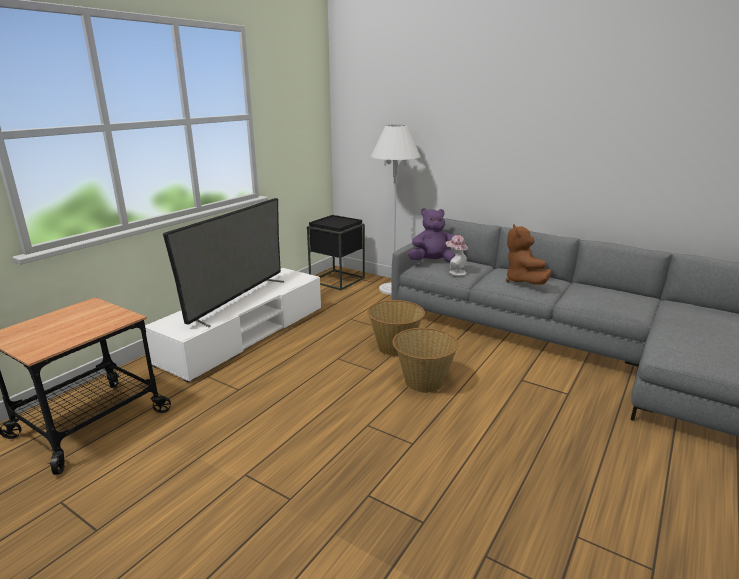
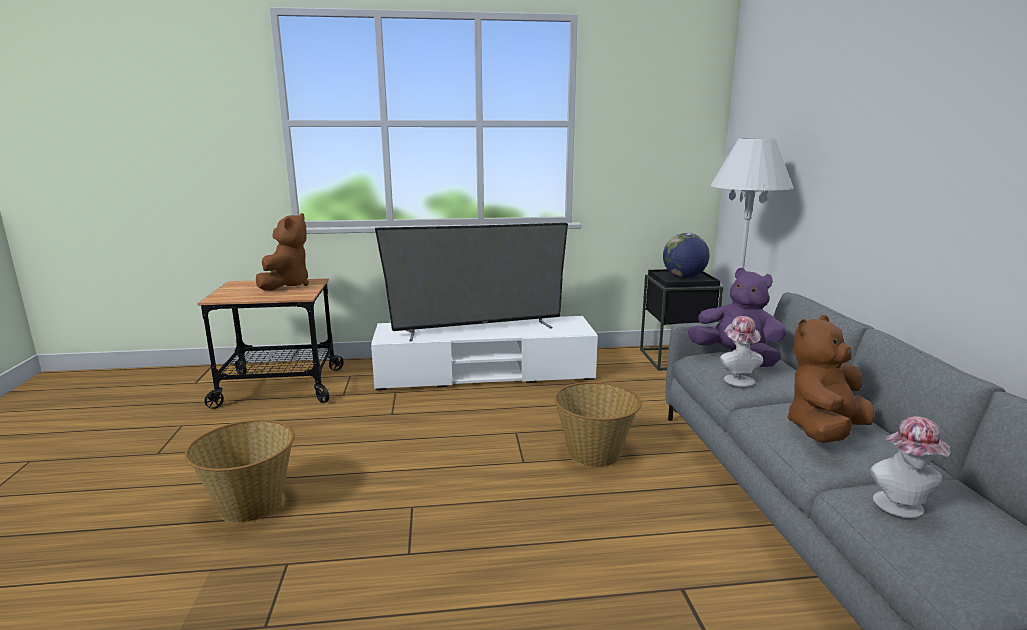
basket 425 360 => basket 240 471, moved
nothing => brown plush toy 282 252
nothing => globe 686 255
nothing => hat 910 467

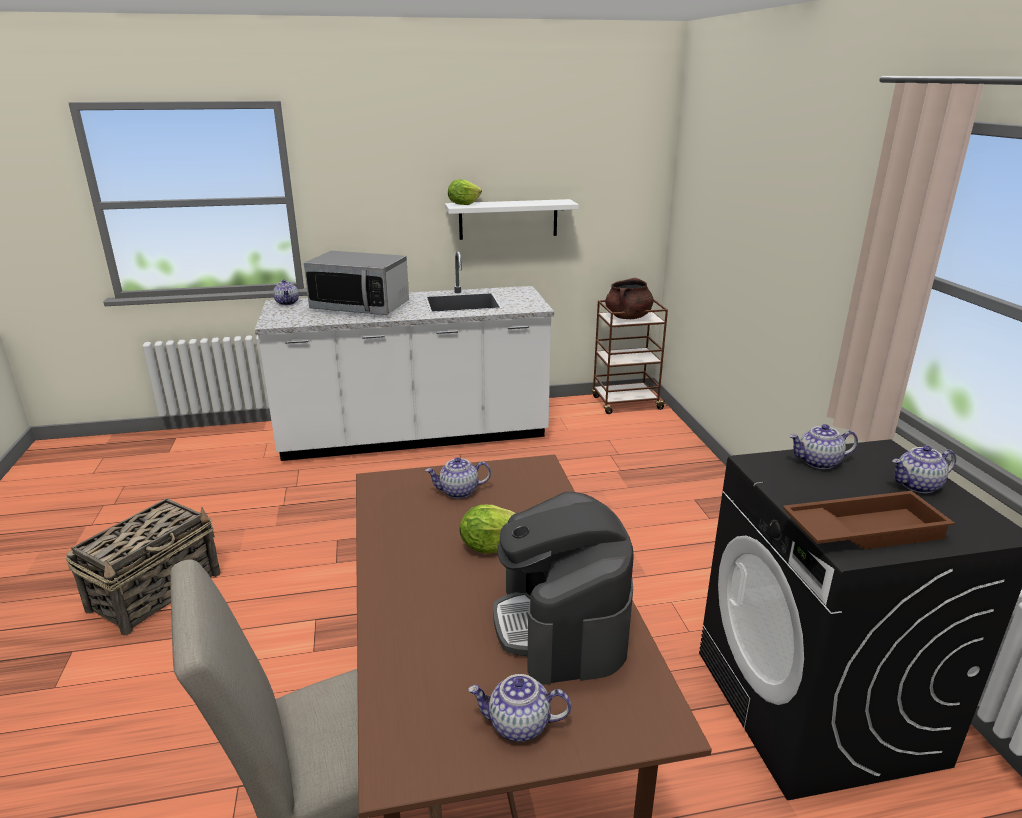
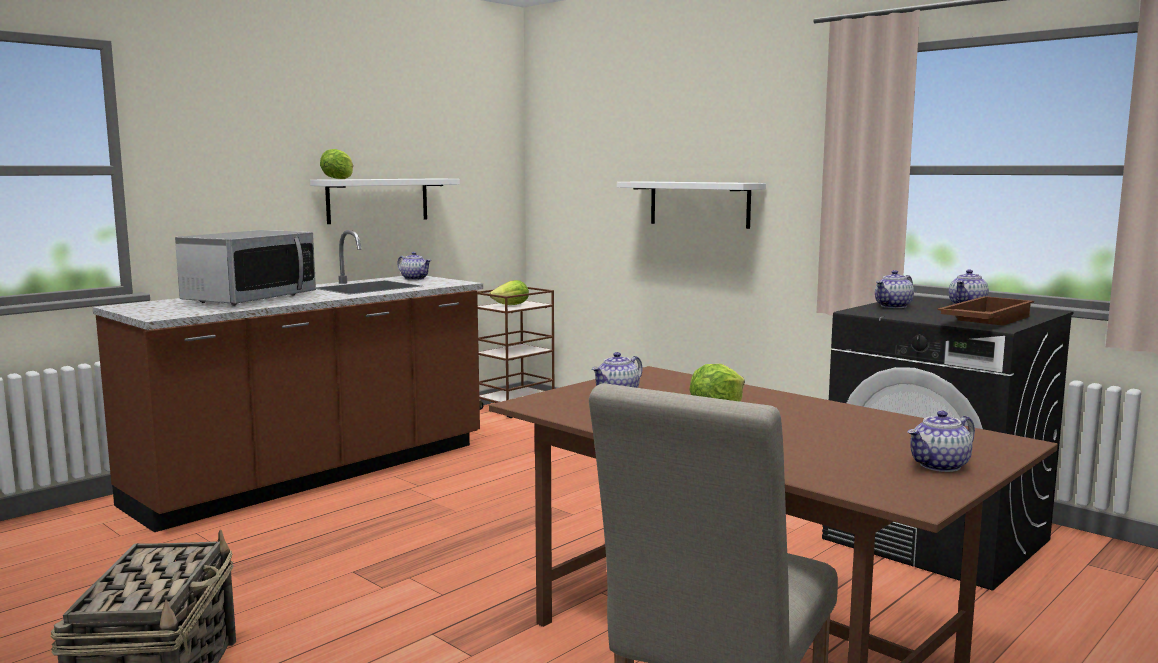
microwave 356 283 => microwave 245 268, 45 degrees counterclockwise
white counter 404 356 => brown counter 287 381
brown cooking pot 629 298 => lettuce 509 292
teapot 286 292 => teapot 414 266, moved
coffee machine 563 588 => nothing
nothing => white shelf 691 205

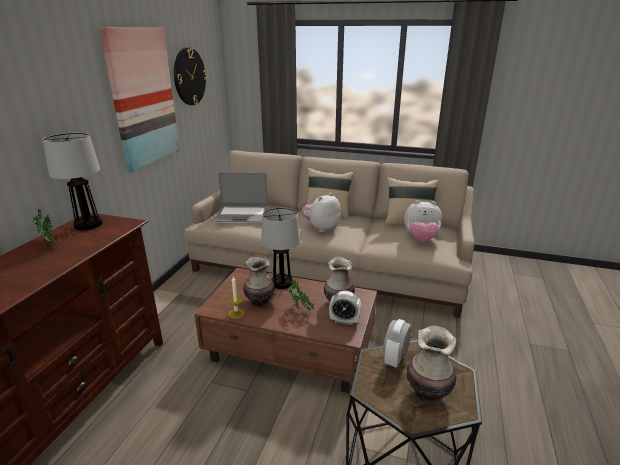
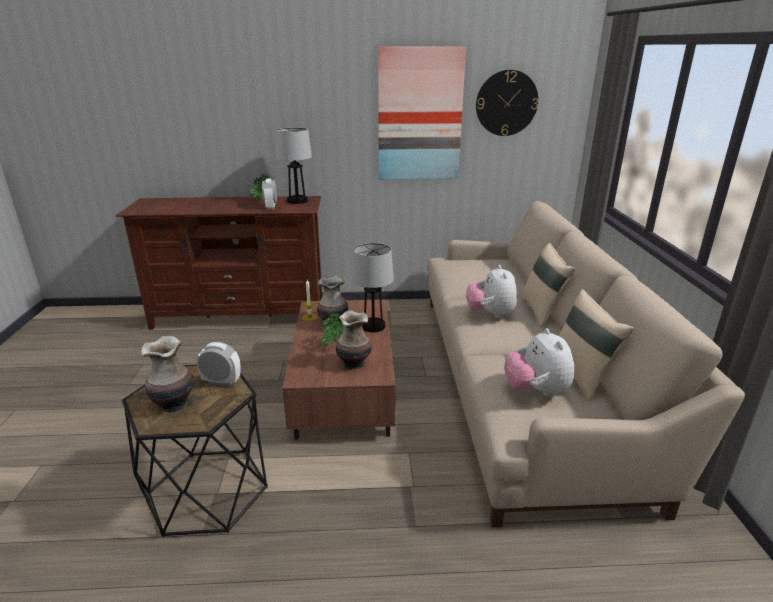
laptop 241 197 => nothing
plush toy 321 212 => plush toy 491 292, 120 degrees counterclockwise
alarm clock 345 308 => alarm clock 269 194, moved

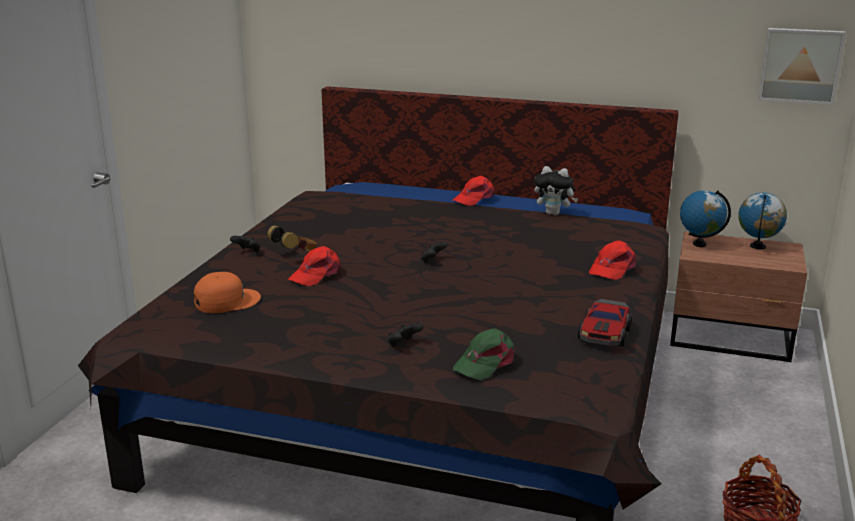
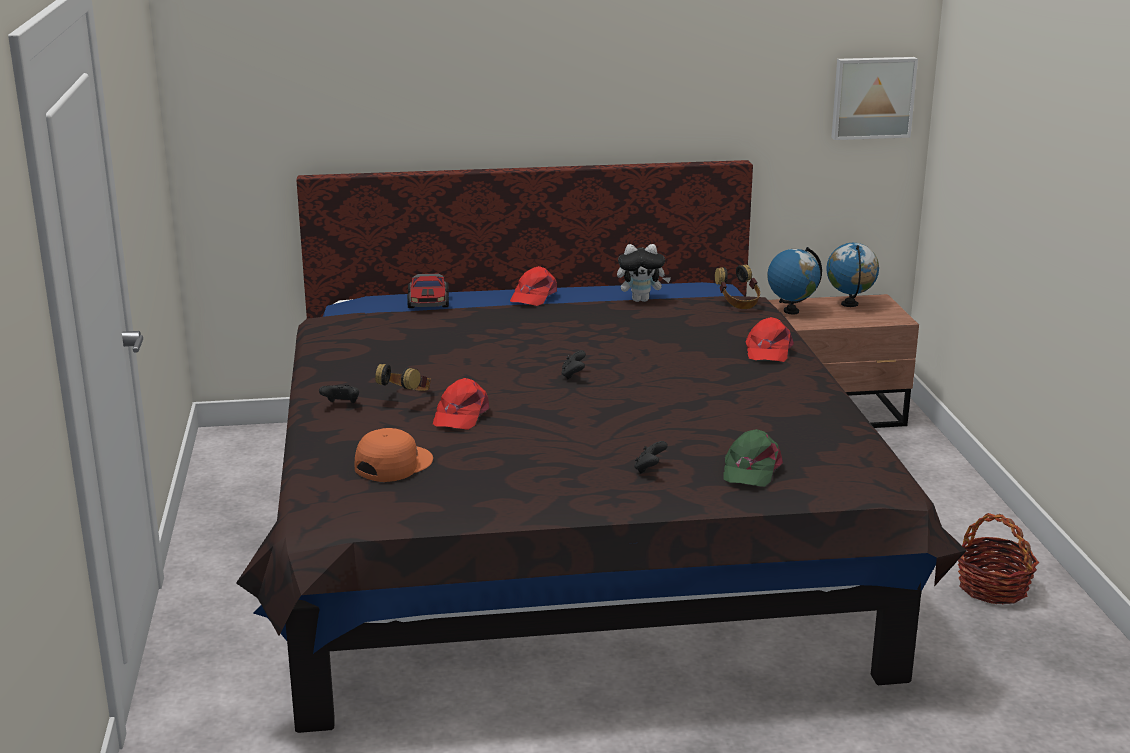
toy car 605 322 => toy car 428 291, moved
nothing => headphones 737 287

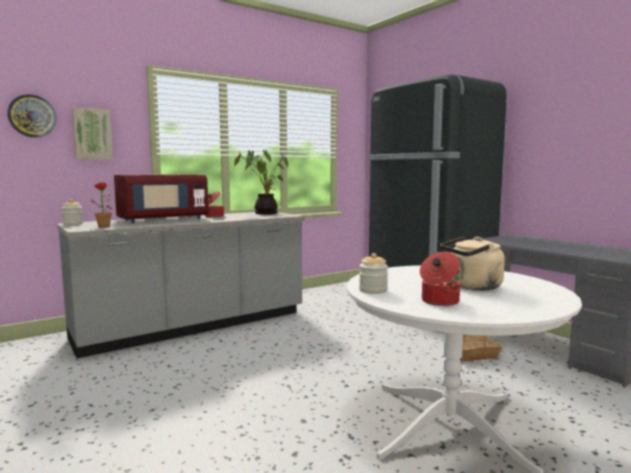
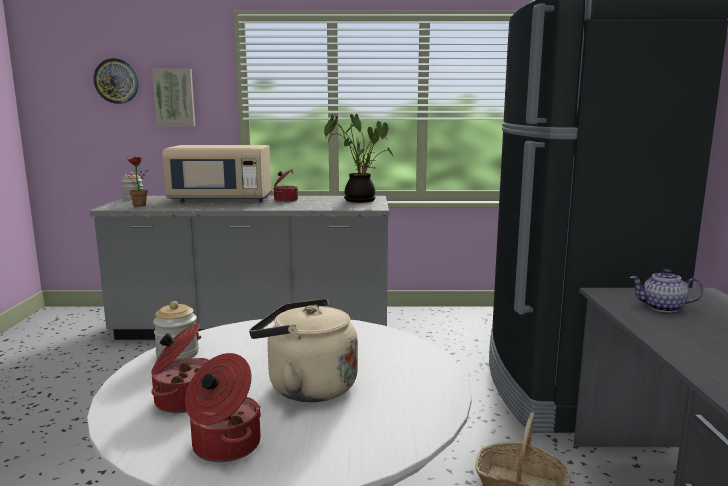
red microwave 161 198 => beige microwave 217 173
nothing => teapot 666 291
nothing => cooking pot 223 407

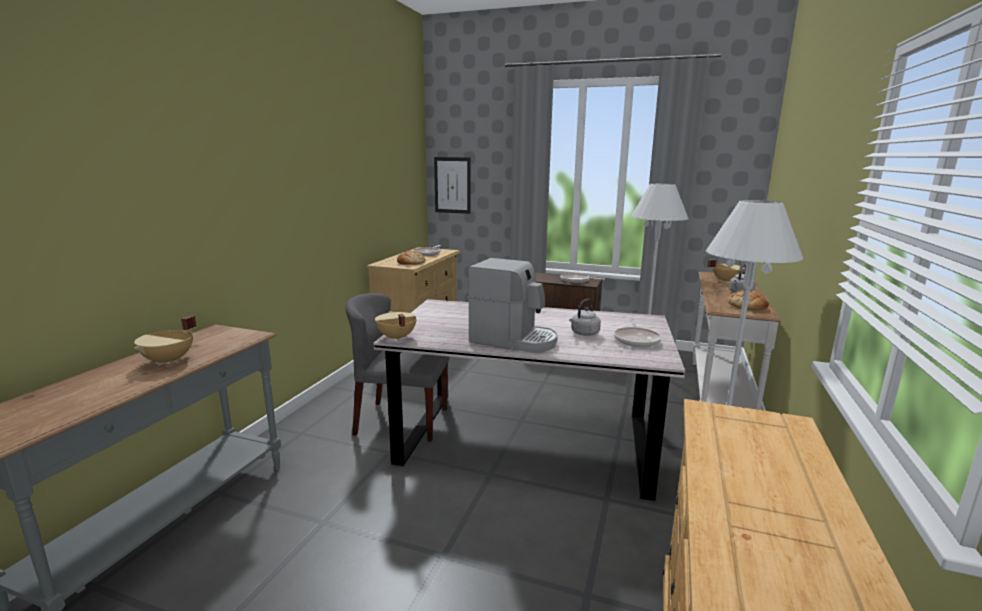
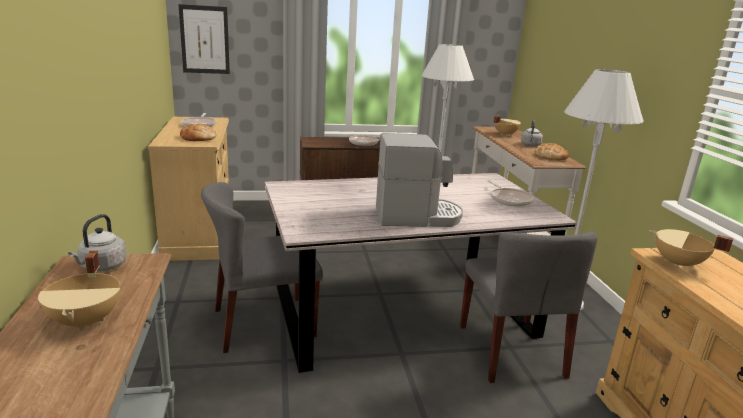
grey kettle 585 317 => grey kettle 97 243, moved
beige cooking pot 396 326 => beige cooking pot 691 248, moved
nothing => grey chair 529 307

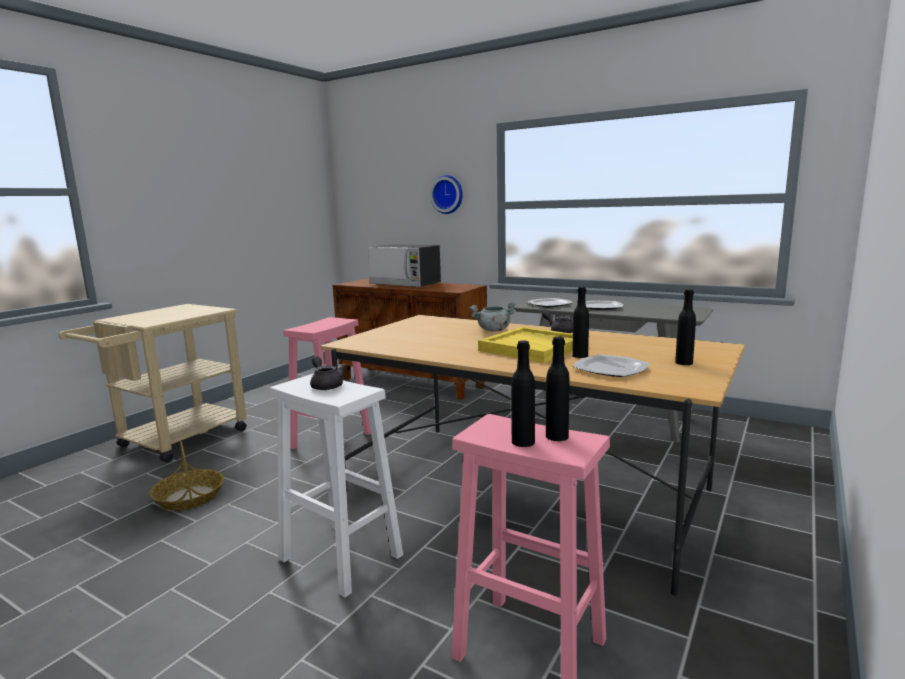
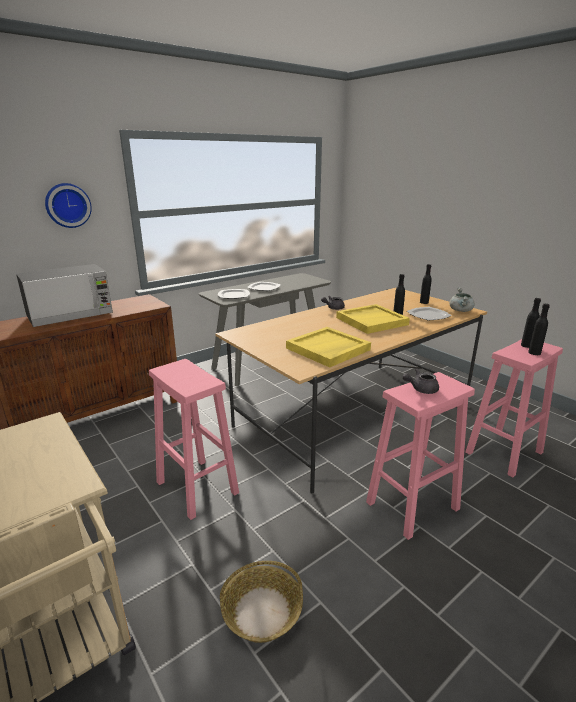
grey cooking pot 492 316 => grey cooking pot 462 300, moved
white stool 336 485 => pink stool 420 456
nothing => yellow tray 328 347

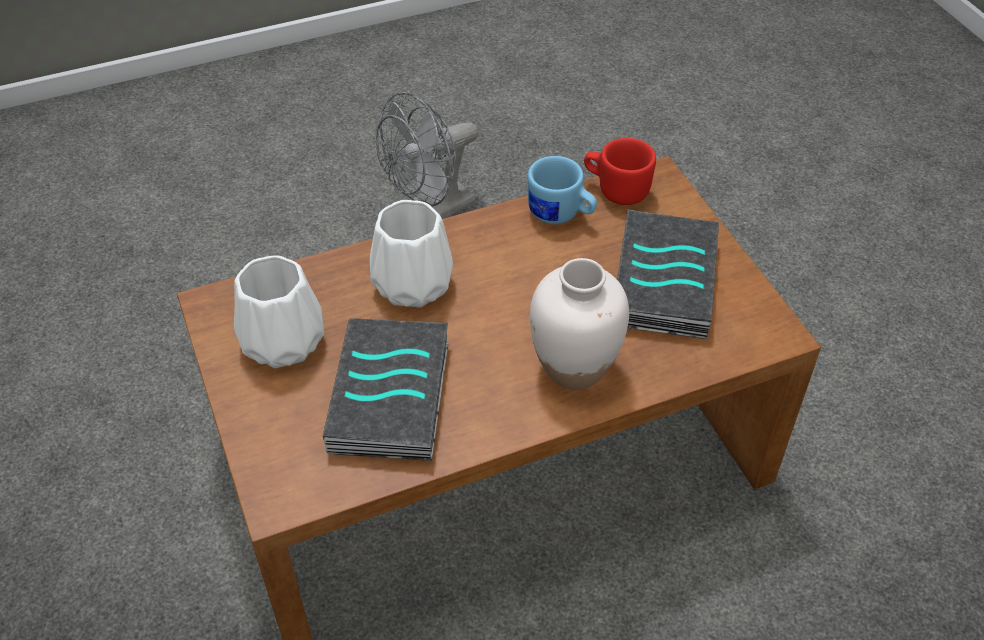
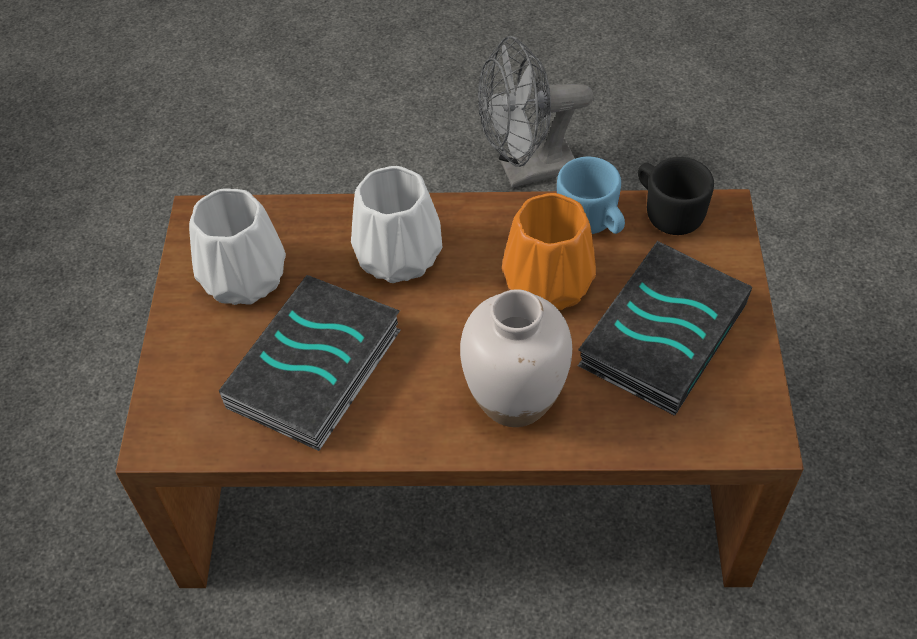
red mug 620 171 => black mug 676 196
nothing => orange vase 549 251

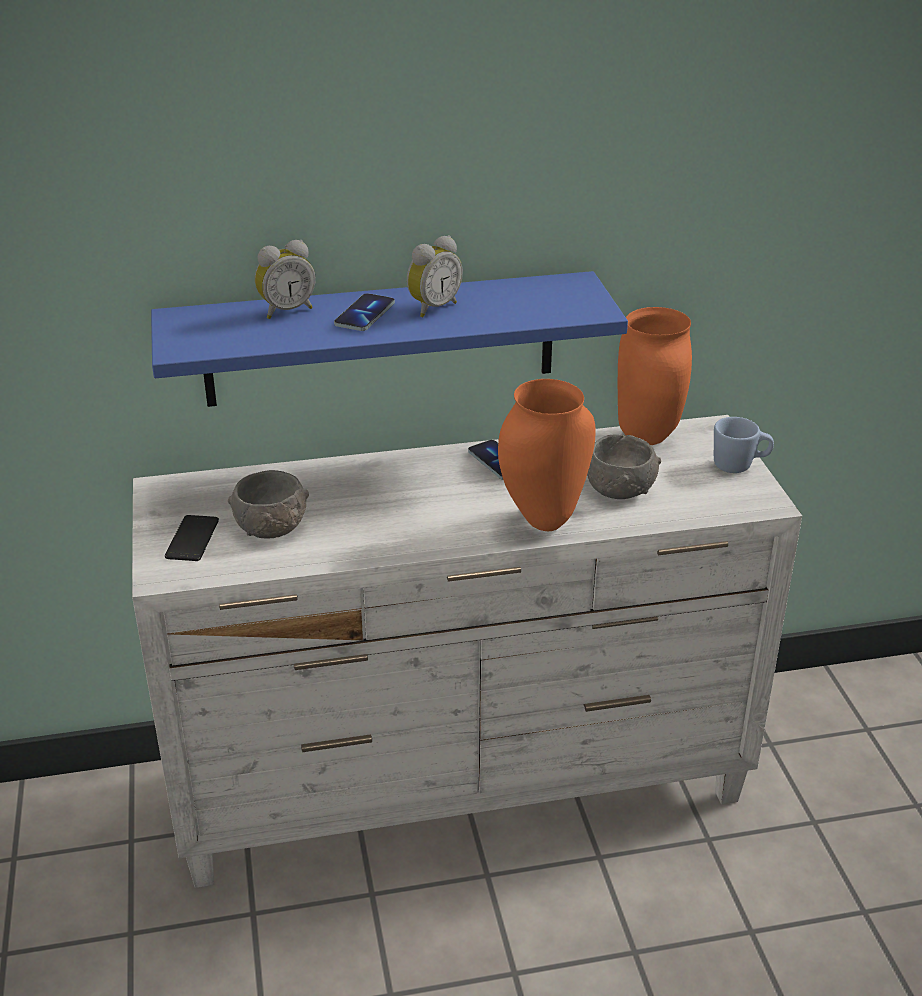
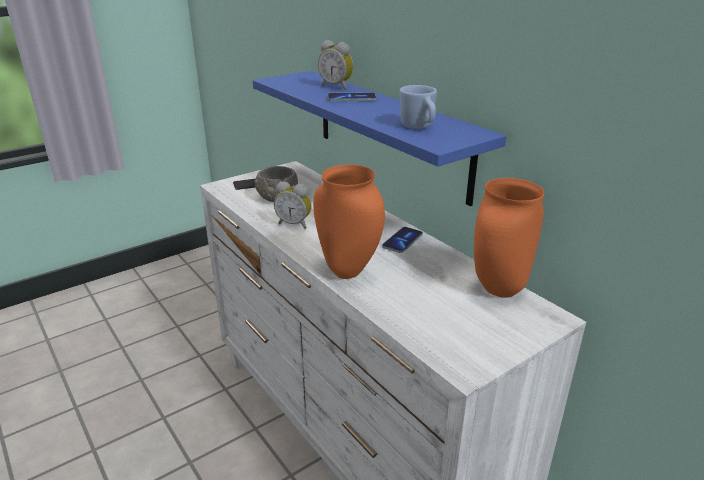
alarm clock 435 276 => alarm clock 293 205, moved
blue mug 744 445 => blue mug 418 107, moved
grey bowl 624 466 => nothing

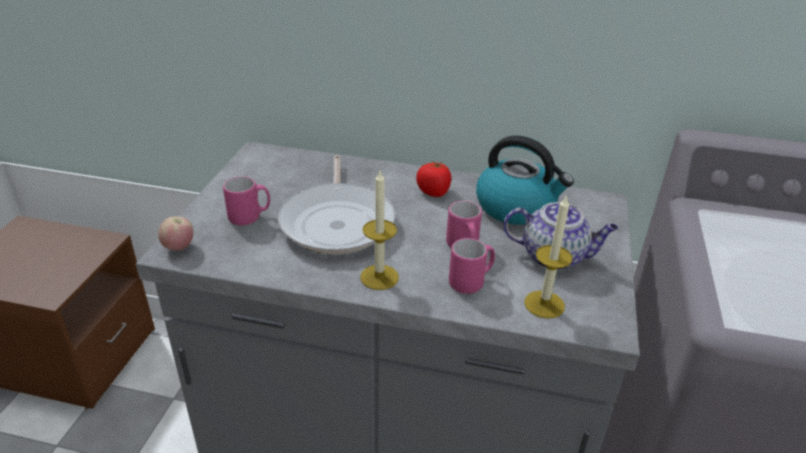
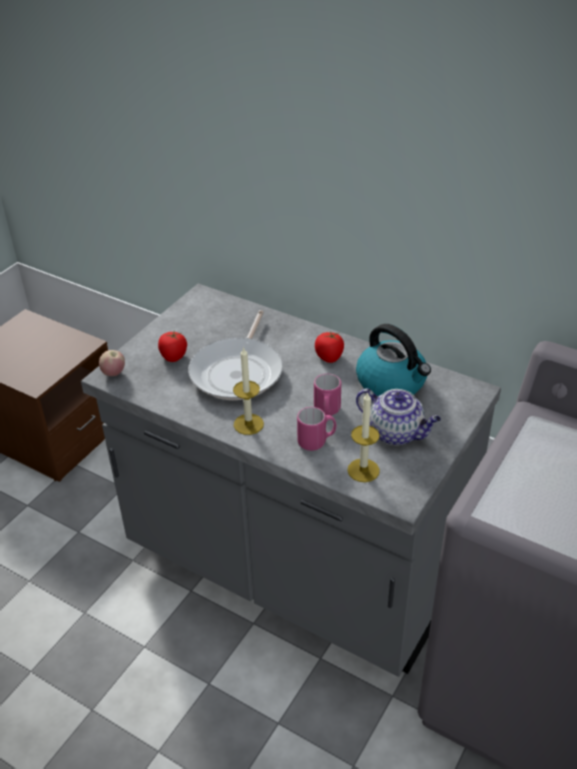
pink mug 246 200 => tomato 172 347

